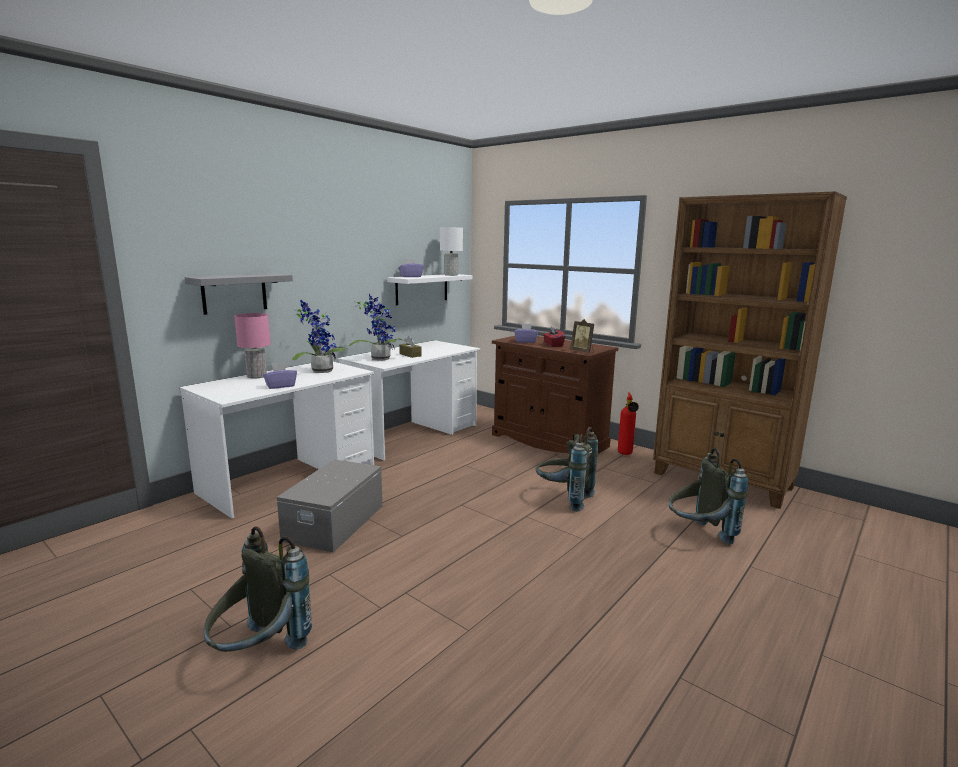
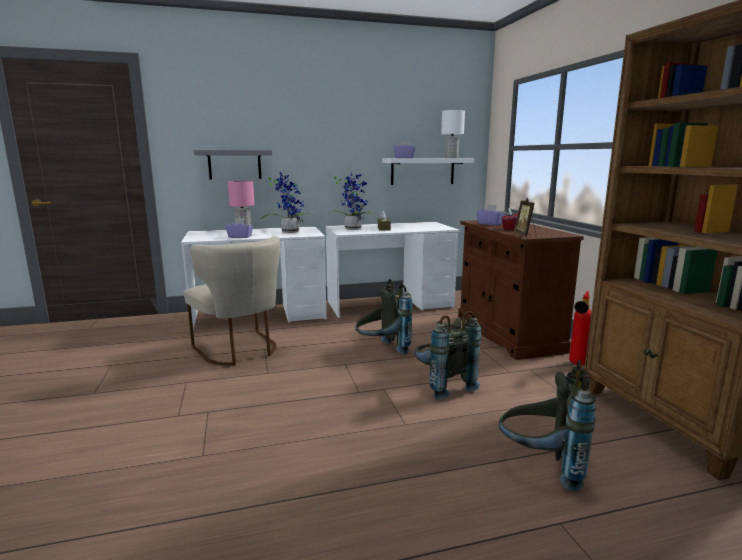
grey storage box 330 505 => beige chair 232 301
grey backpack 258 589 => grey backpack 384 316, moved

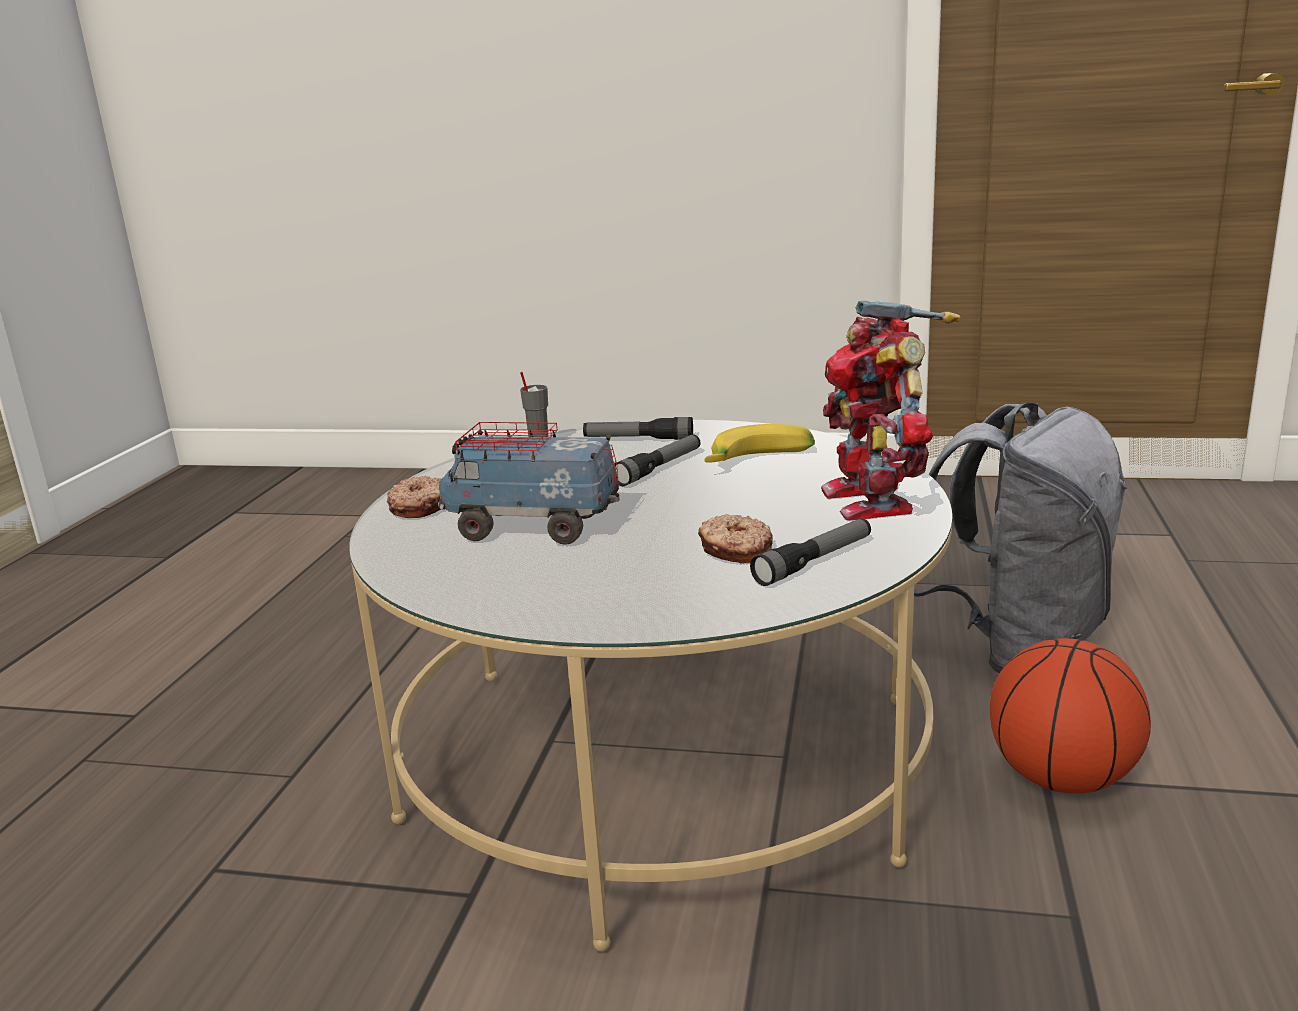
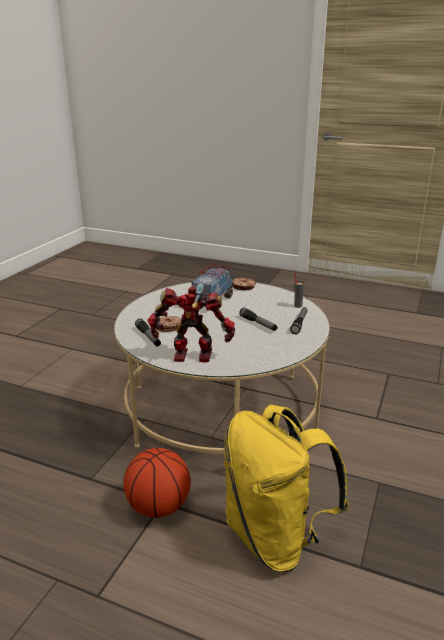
grey backpack 1020 538 => yellow backpack 286 488
banana 760 443 => nothing

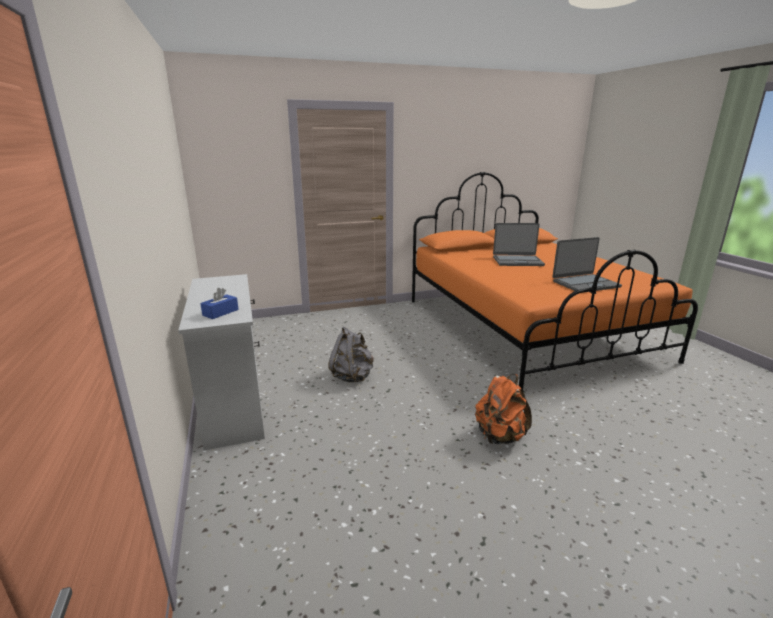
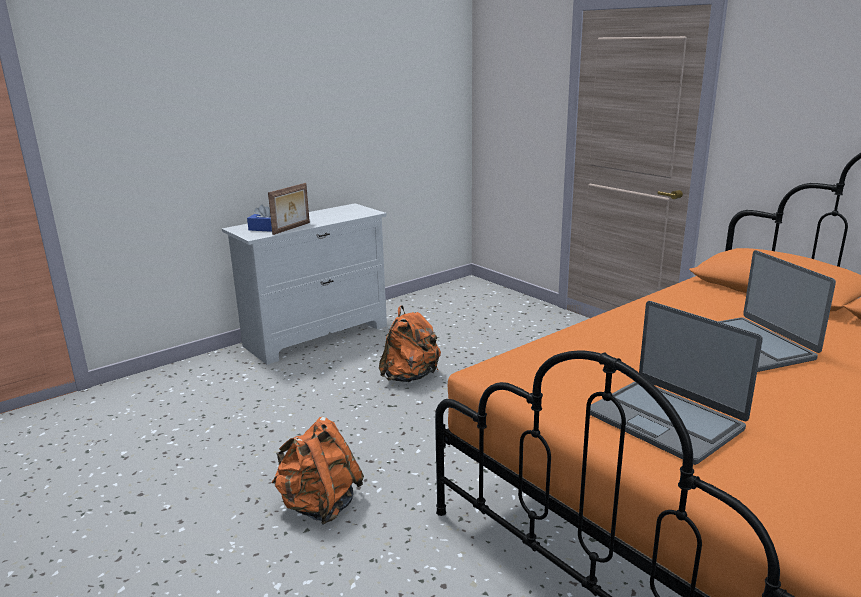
grey backpack 351 354 => orange backpack 410 343
nothing => picture frame 289 209

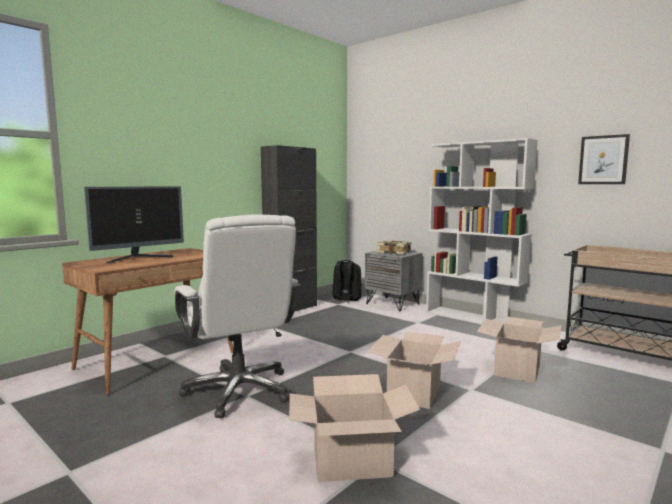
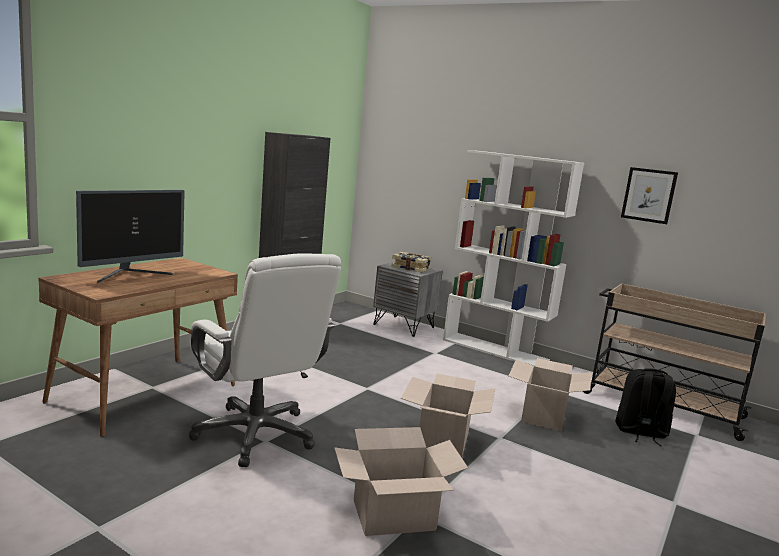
black backpack 347 281 => black backpack 645 407, moved

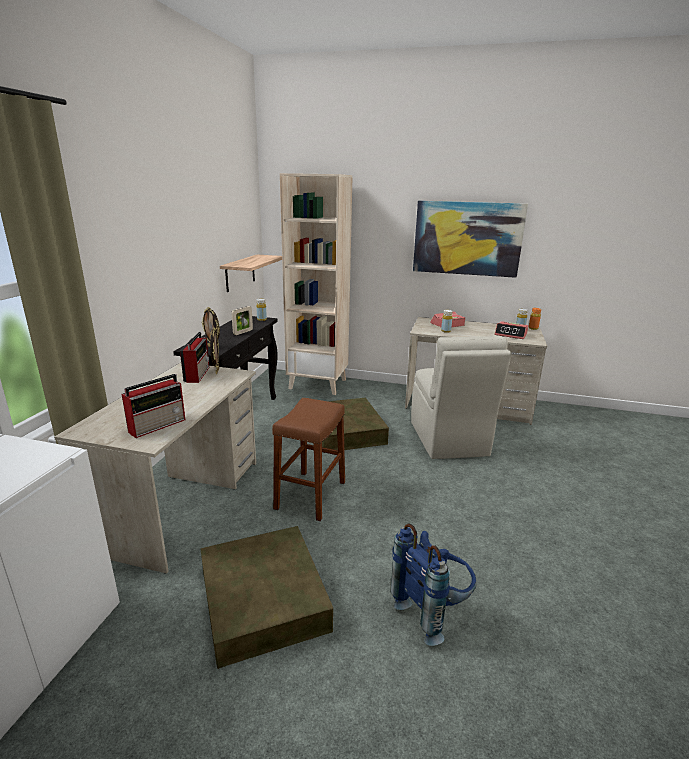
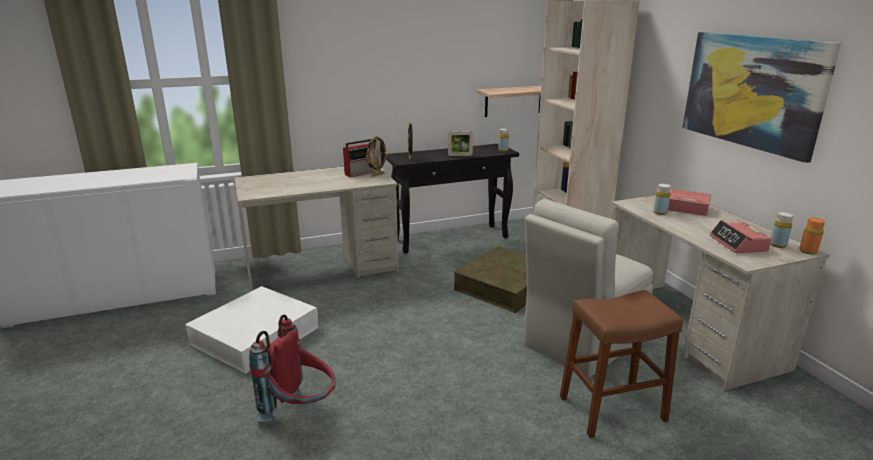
radio 153 406 => nothing
brown stool 308 459 => brown stool 621 364, moved
blue backpack 434 585 => red backpack 292 368
brown storage box 266 597 => white storage box 252 330

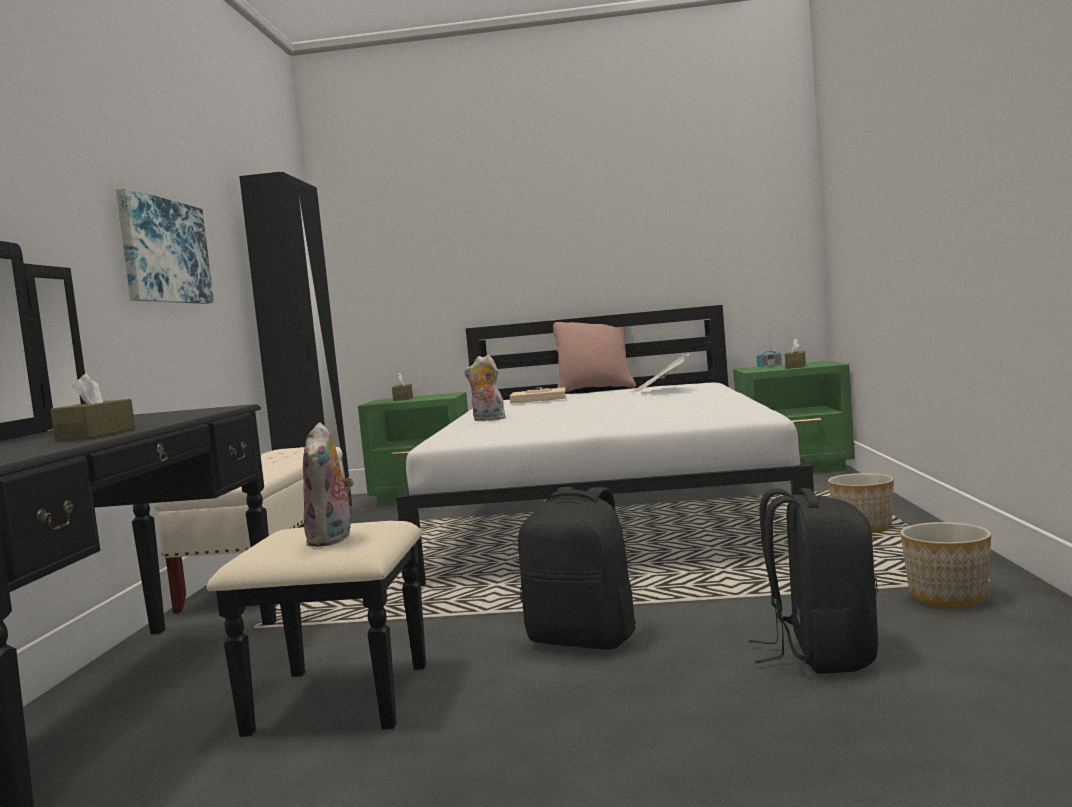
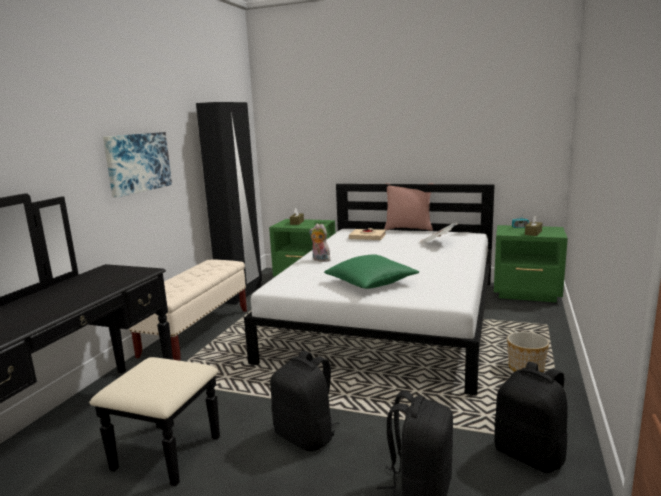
brown tissue box 92 407 => nothing
plush toy 328 484 => nothing
planter 945 565 => black backpack 531 417
nothing => green pillow 371 271

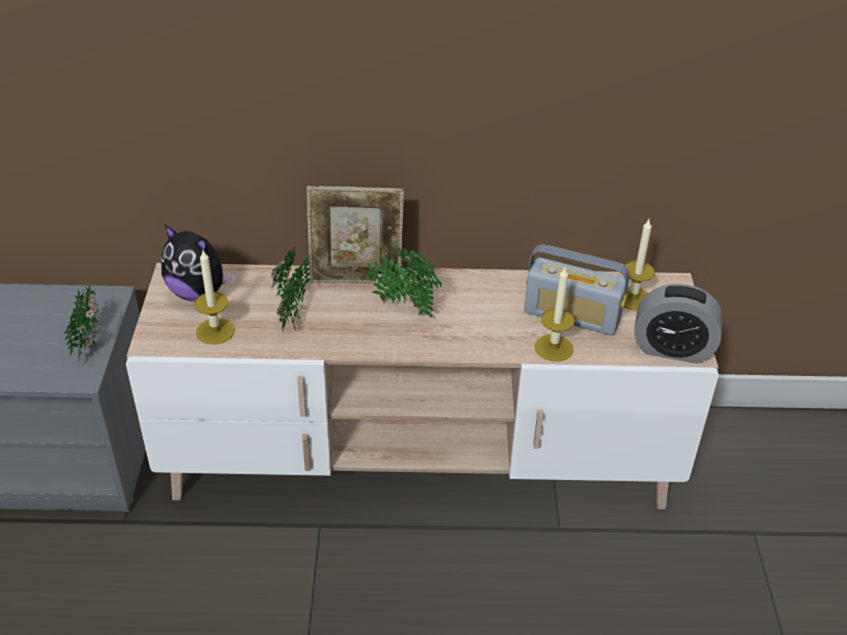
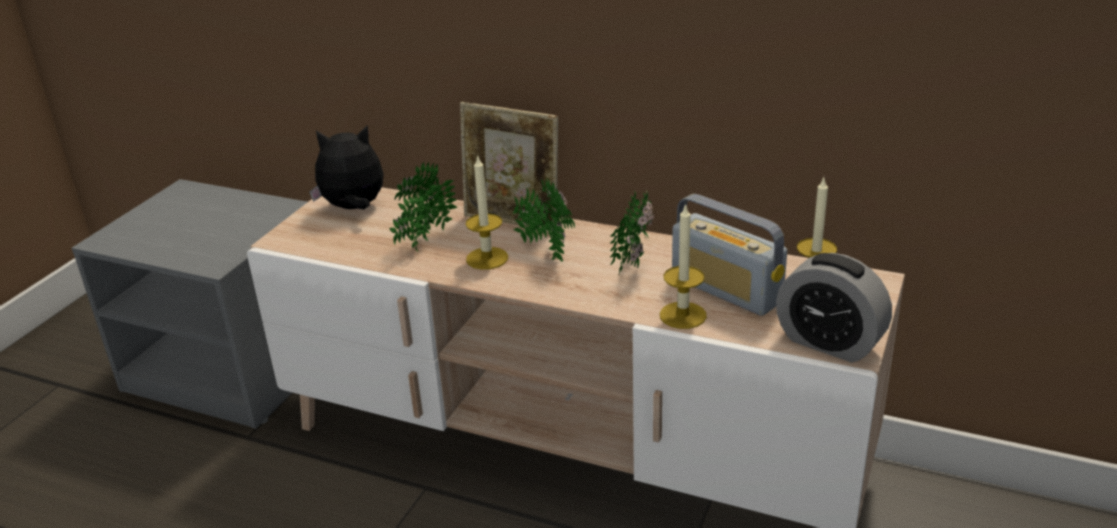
plush toy 198 262 => plush toy 346 167, 120 degrees clockwise
candle 214 297 => candle 487 213, moved
potted plant 81 320 => potted plant 632 233, moved

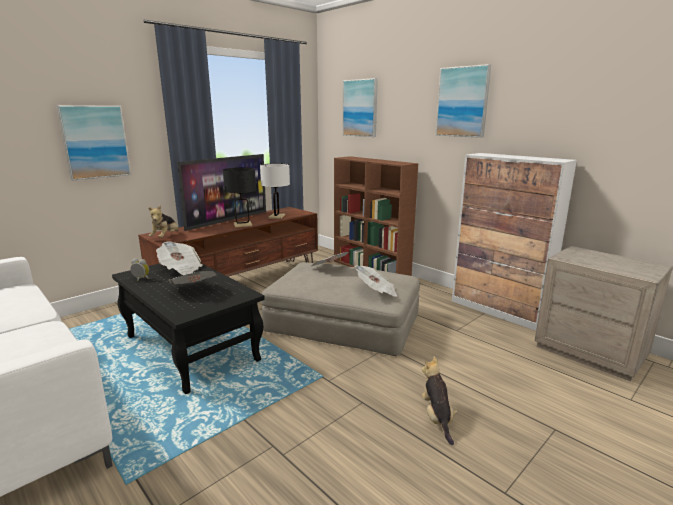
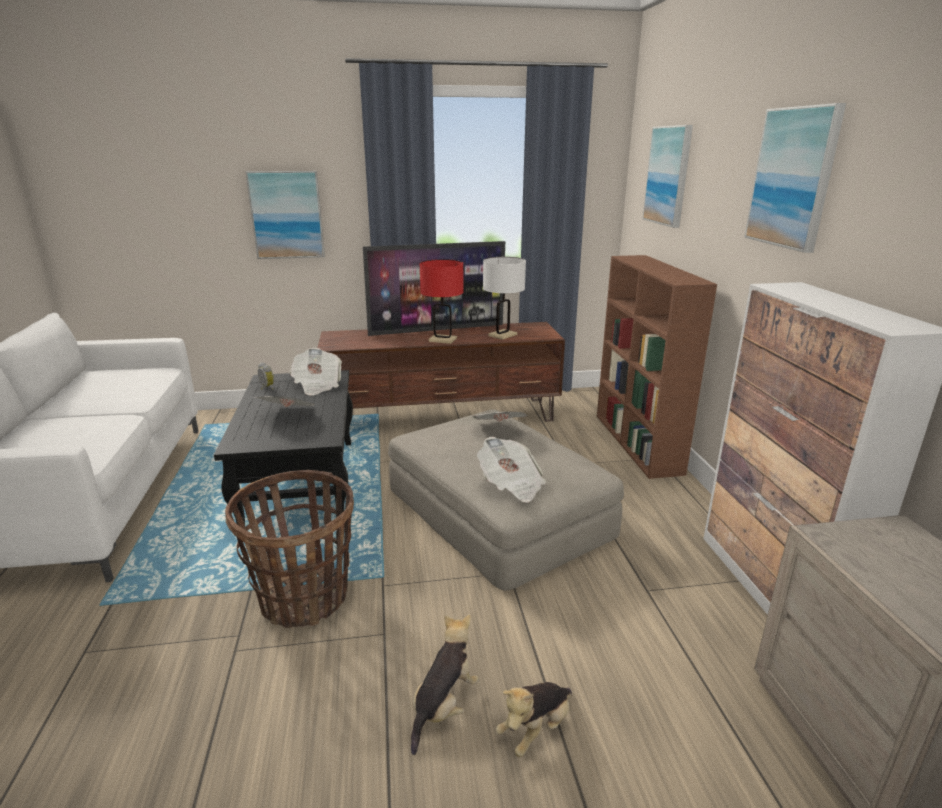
black table lamp 239 197 => red table lamp 442 301
plush toy 163 221 => plush toy 534 719, moved
nothing => basket 289 549

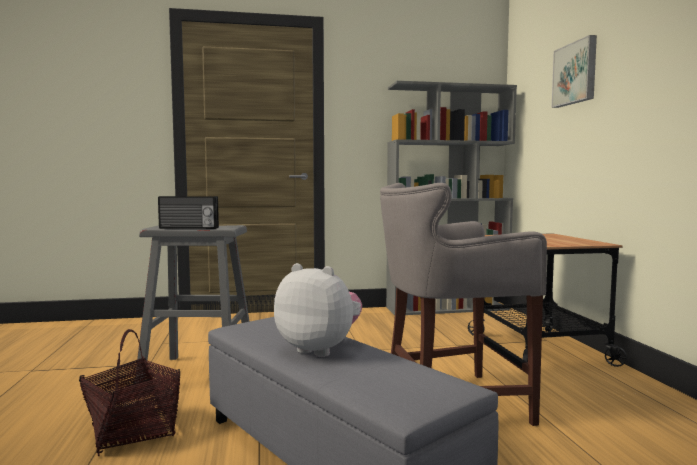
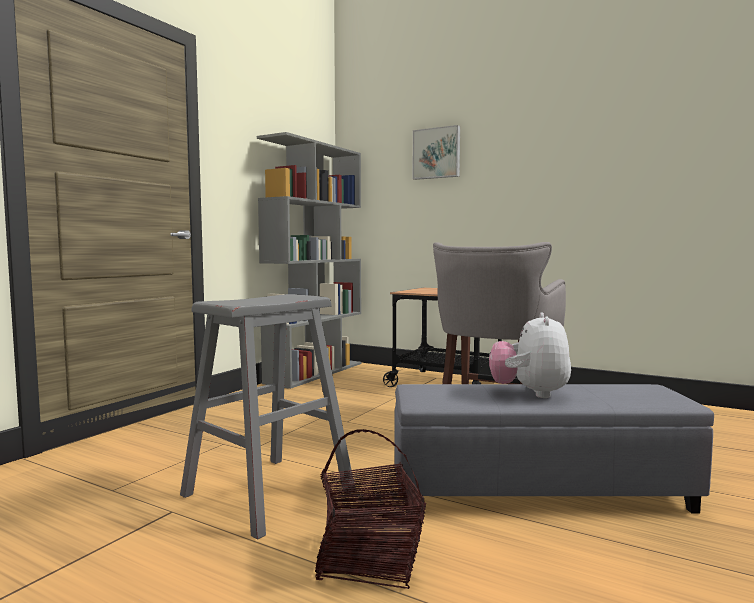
radio 188 212 => nothing
plush toy 318 310 => plush toy 530 355, 60 degrees counterclockwise

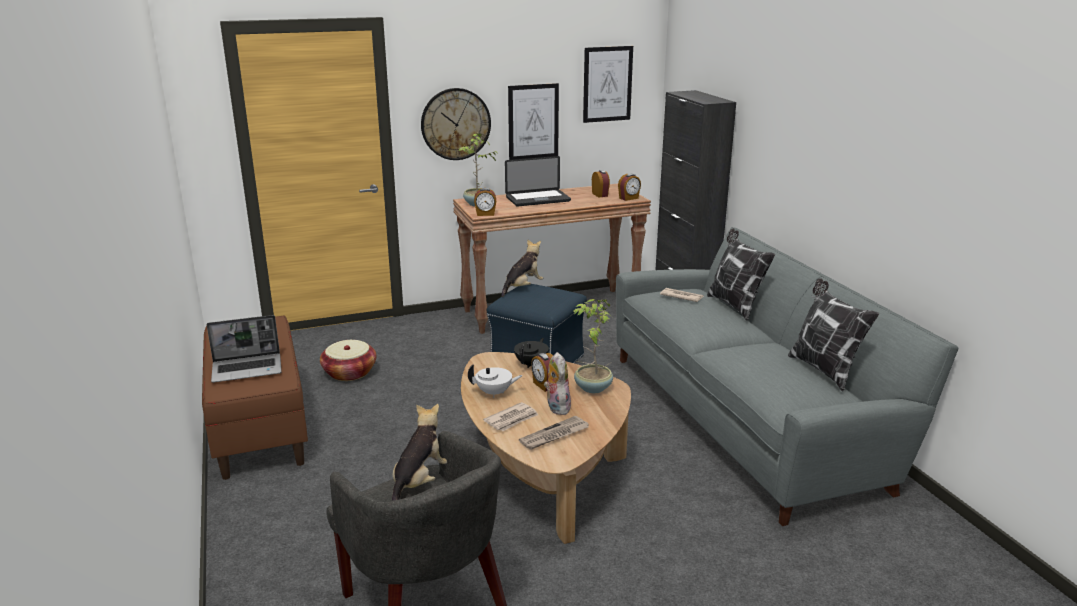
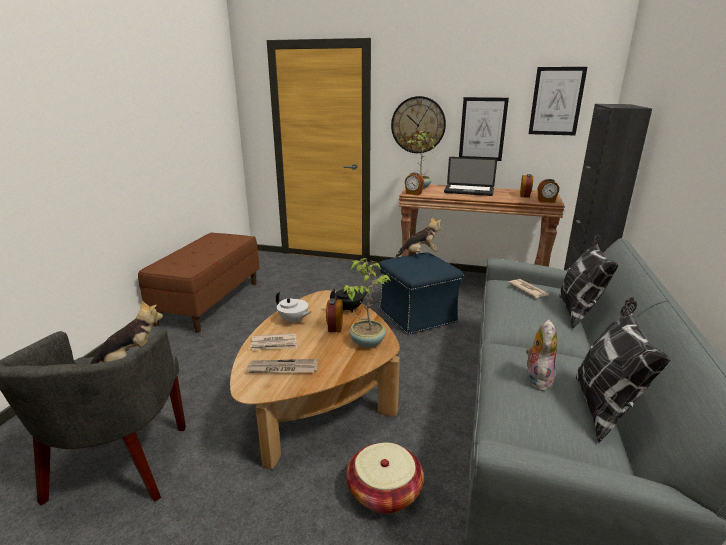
laptop 244 349 => nothing
basket 348 360 => basket 385 478, moved
plush toy 557 383 => plush toy 541 355, moved

